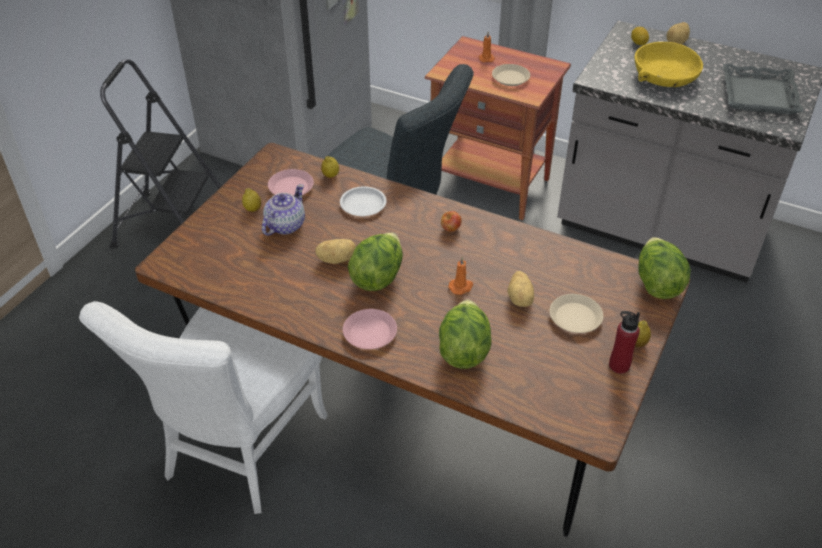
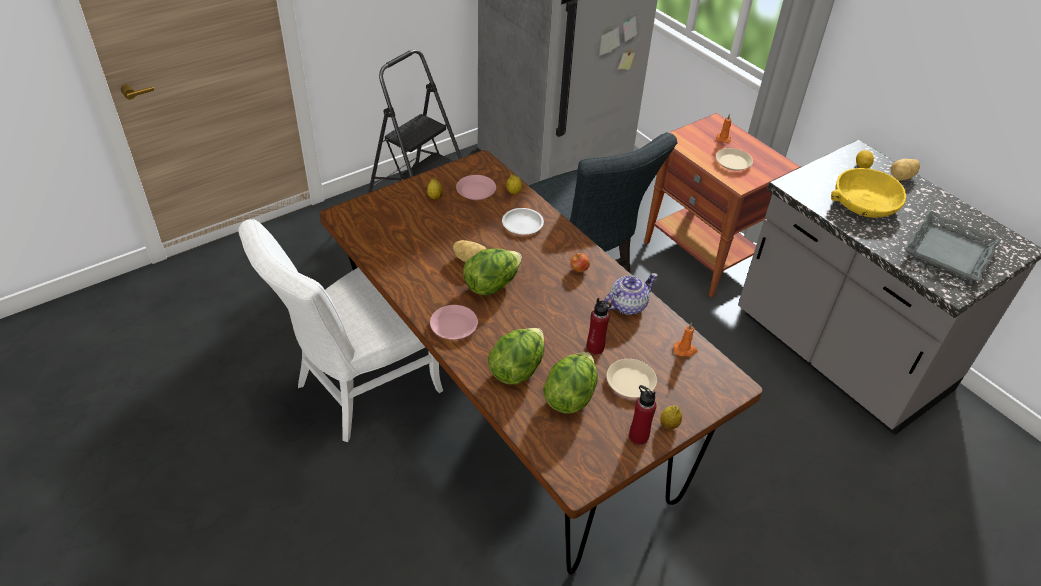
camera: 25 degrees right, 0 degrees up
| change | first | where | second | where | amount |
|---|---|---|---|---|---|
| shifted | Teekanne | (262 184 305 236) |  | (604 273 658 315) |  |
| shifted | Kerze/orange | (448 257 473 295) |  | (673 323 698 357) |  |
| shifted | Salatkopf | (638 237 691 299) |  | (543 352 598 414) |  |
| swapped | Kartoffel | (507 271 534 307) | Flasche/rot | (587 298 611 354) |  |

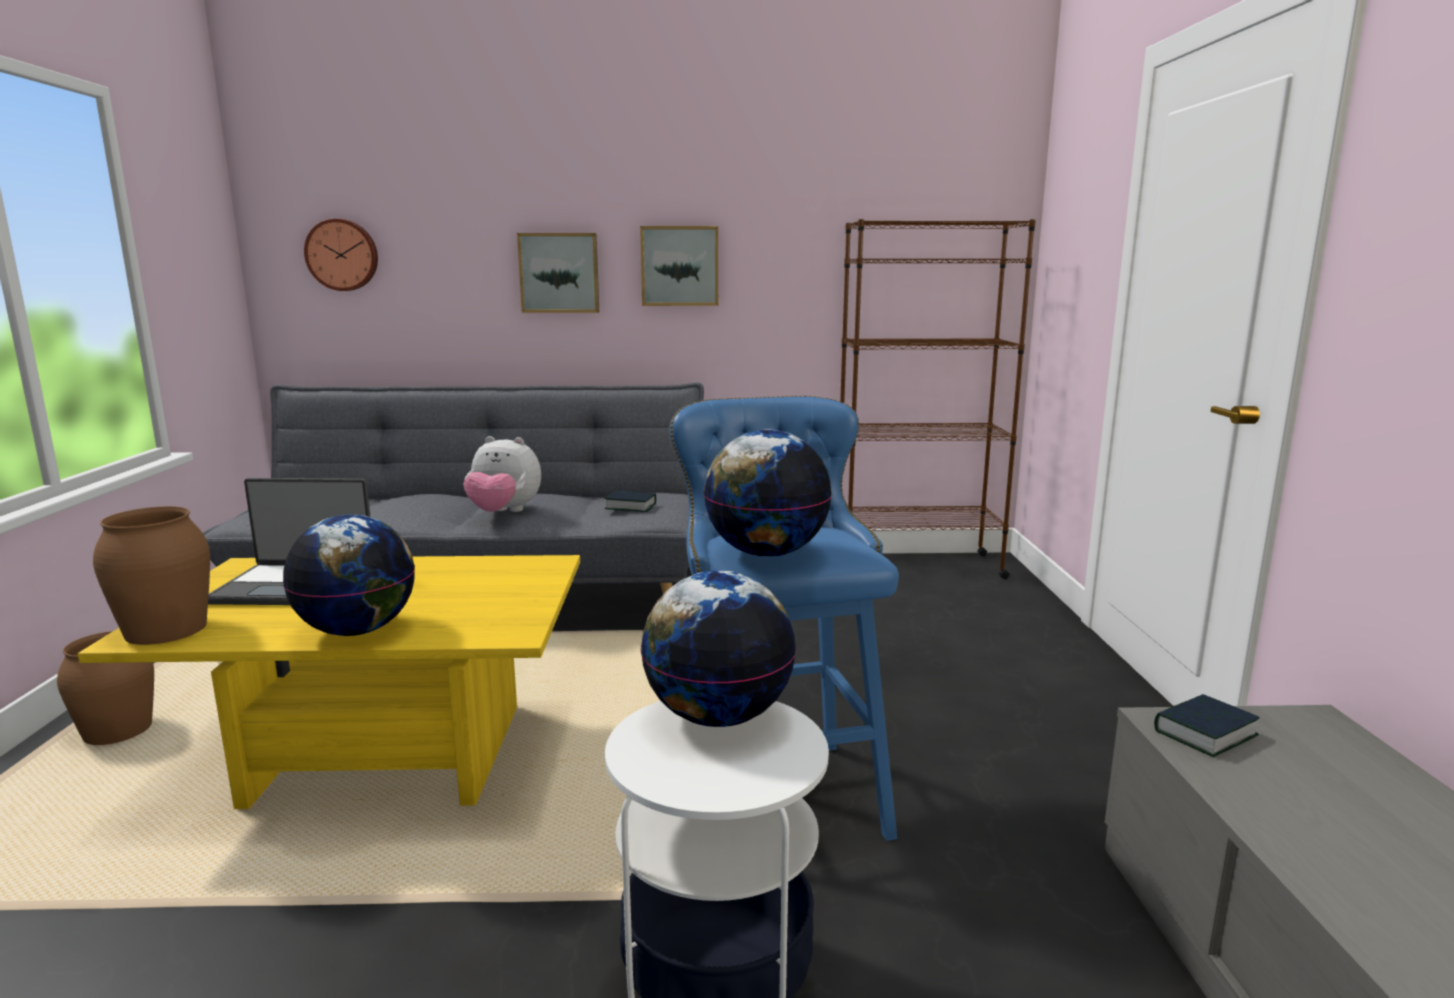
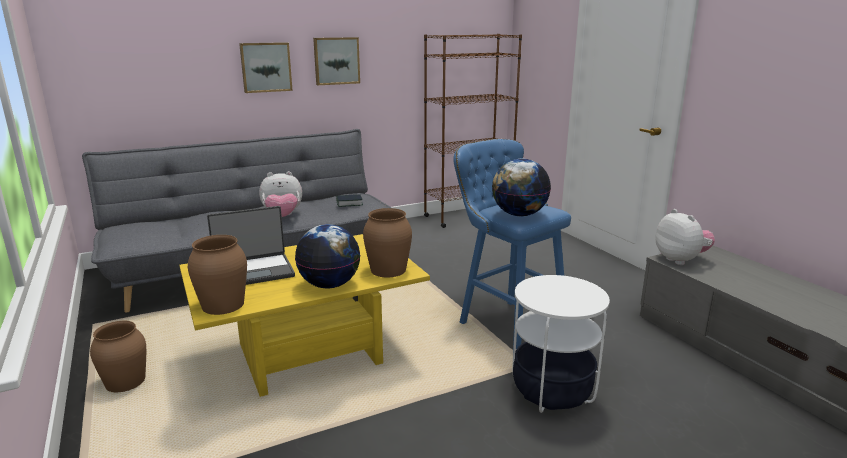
camera: 25 degrees left, 5 degrees up
| change | first | where | second | where | amount |
|---|---|---|---|---|---|
| gone | Wanduhr | (304 219 378 291) |  |  |  |
| gone | Globus | (641 570 796 727) |  |  |  |
| new |  |  | Vase/braun | (363 208 412 277) |  |
| swapped | Buch | (1154 694 1260 757) | Plüschtier | (655 209 715 265) |  |

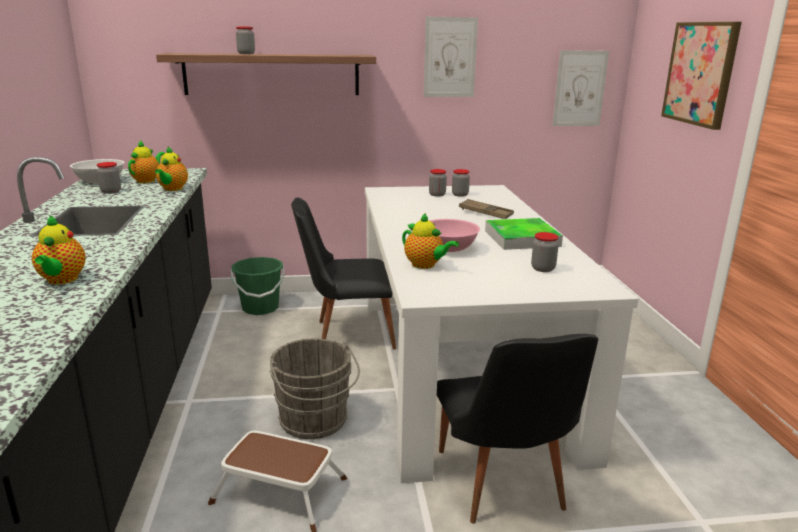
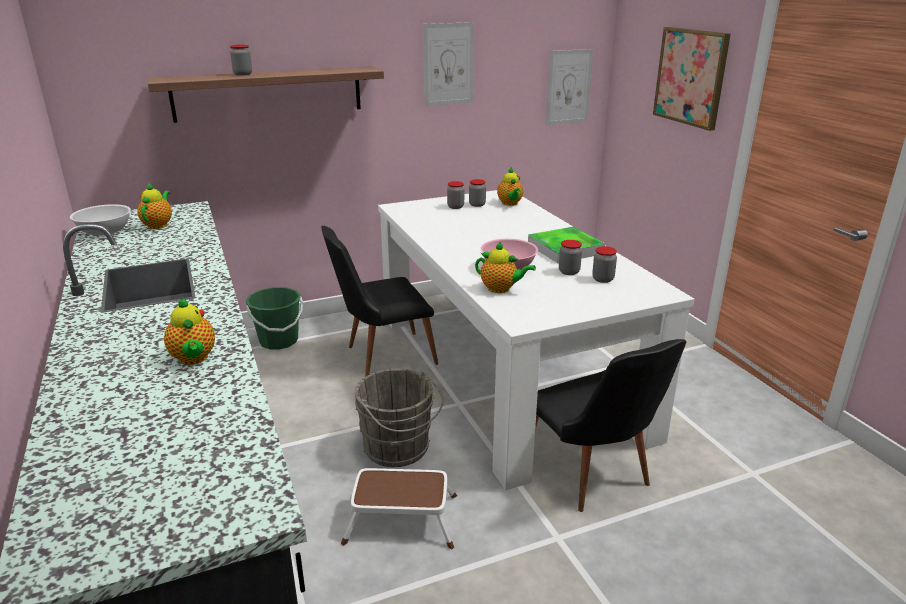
camera: 15 degrees left, 5 degrees up
| change | first | where | second | where | amount |
|---|---|---|---|---|---|
| gone | Tablett/braun | (459 199 514 219) |  |  |  |
| shifted | Vorratsglas | (97 162 121 194) |  | (559 240 582 275) |  |
| shifted | Teekanne | (155 146 188 191) |  | (497 167 523 206) |  |

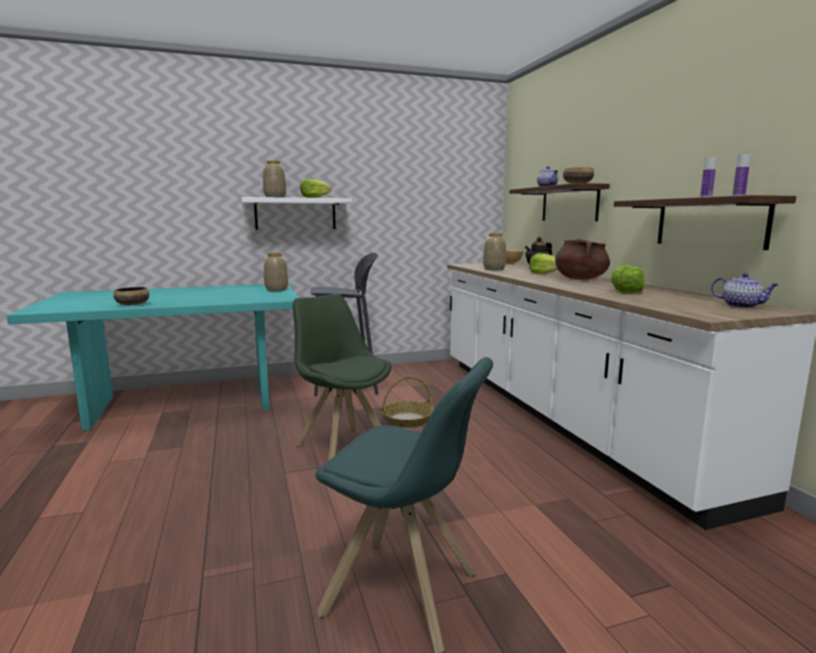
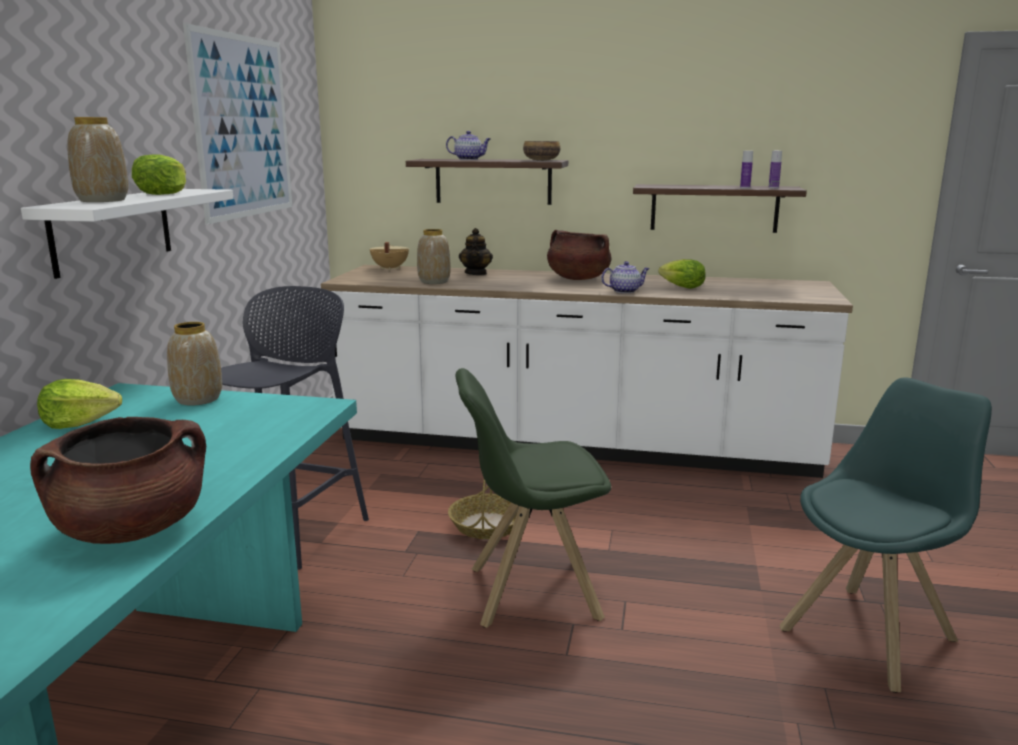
camera: 60 degrees left, 5 degrees up
| change | first | where | second | where | amount |
|---|---|---|---|---|---|
| new |  |  | Bild | (183 23 292 224) |  |
| shifted | Salatkopf | (529 253 558 274) |  | (37 379 122 429) |  |
| shifted | Teekanne | (711 273 779 308) |  | (601 261 650 293) |  |
| swapped | Schüssel | (113 287 149 305) | Kochtopf/braun | (30 417 206 544) |  |

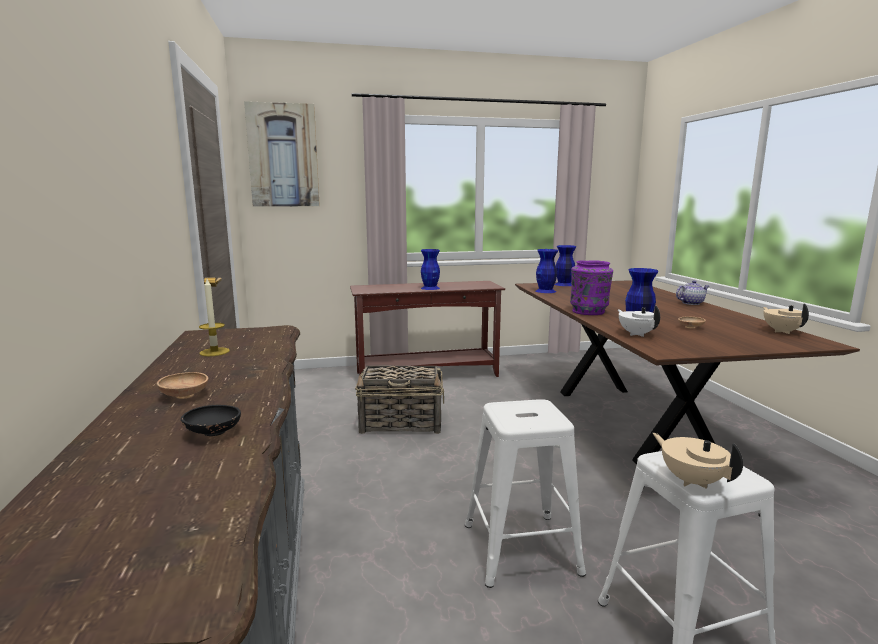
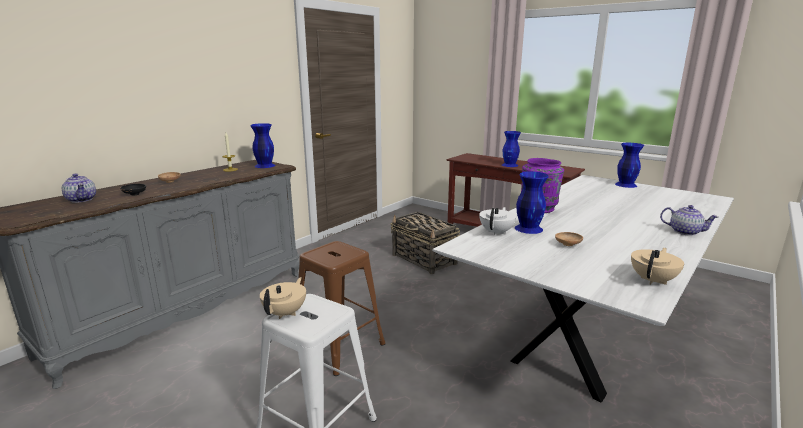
camera: 50 degrees right, 5 degrees up
| change | first | where | second | where | amount |
|---|---|---|---|---|---|
| gone | Bild | (244 101 320 207) |  |  |  |
| new |  |  | Teekanne | (62 173 96 203) |  |
| shifted | Vase/blau | (536 249 558 293) |  | (250 123 276 168) |  |
| repainted | Hocker/weiß | (465 399 586 588) | Hocker/braun | (298 241 386 376) |  |
| repainted | Esstisch/braun | (515 280 860 464) | Esstisch/weiß | (432 175 734 403) |  |

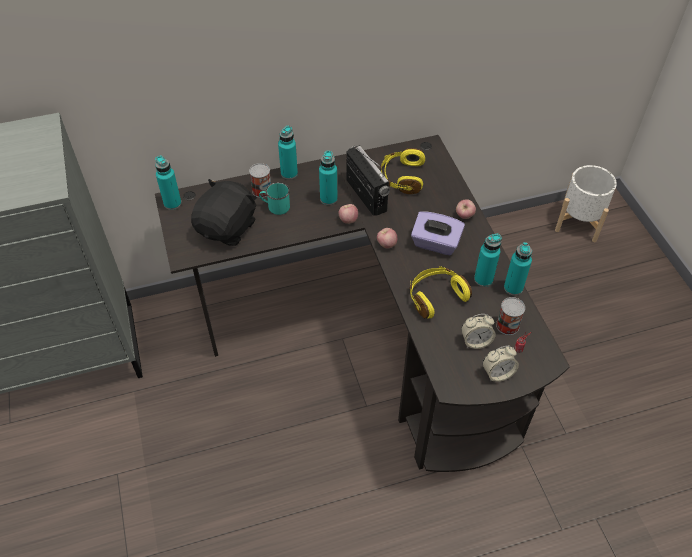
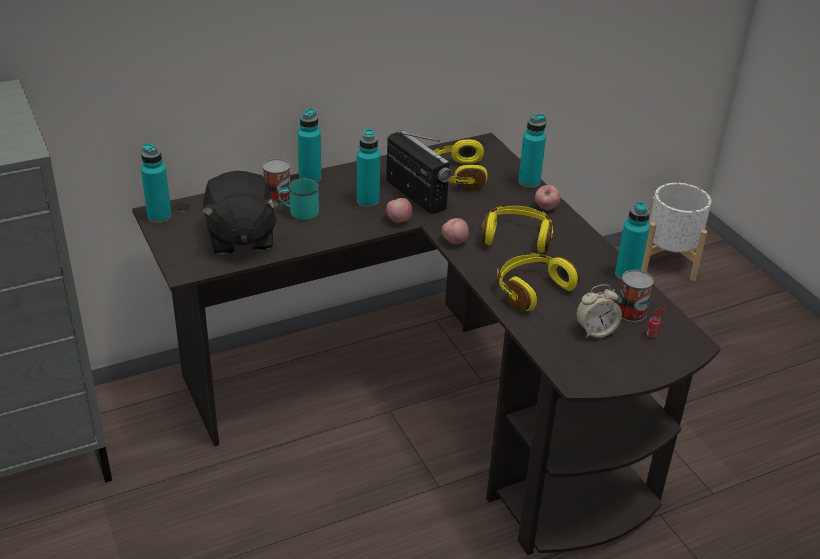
camera: 10 degrees left, 15 degrees down
| change | first | where | second | where | amount |
|---|---|---|---|---|---|
| gone | Wecker | (482 346 519 382) |  |  |  |
| shifted | Flasche/türkis | (474 234 502 287) |  | (518 114 546 188) |  |
| swapped | Taschentuchbox/lila | (411 212 465 255) | Kopfhörer/gelb | (481 206 553 253) |  |
| rotated | Plüschtier/schwarz | (191 179 257 246) |  | (201 171 280 255) | 150 degrees clockwise |

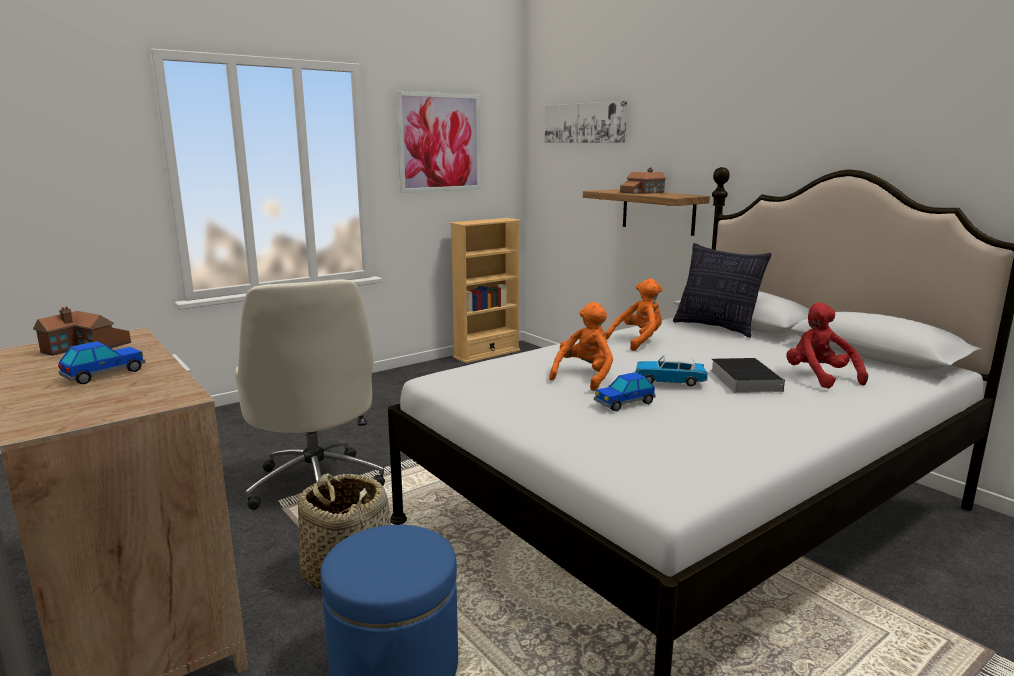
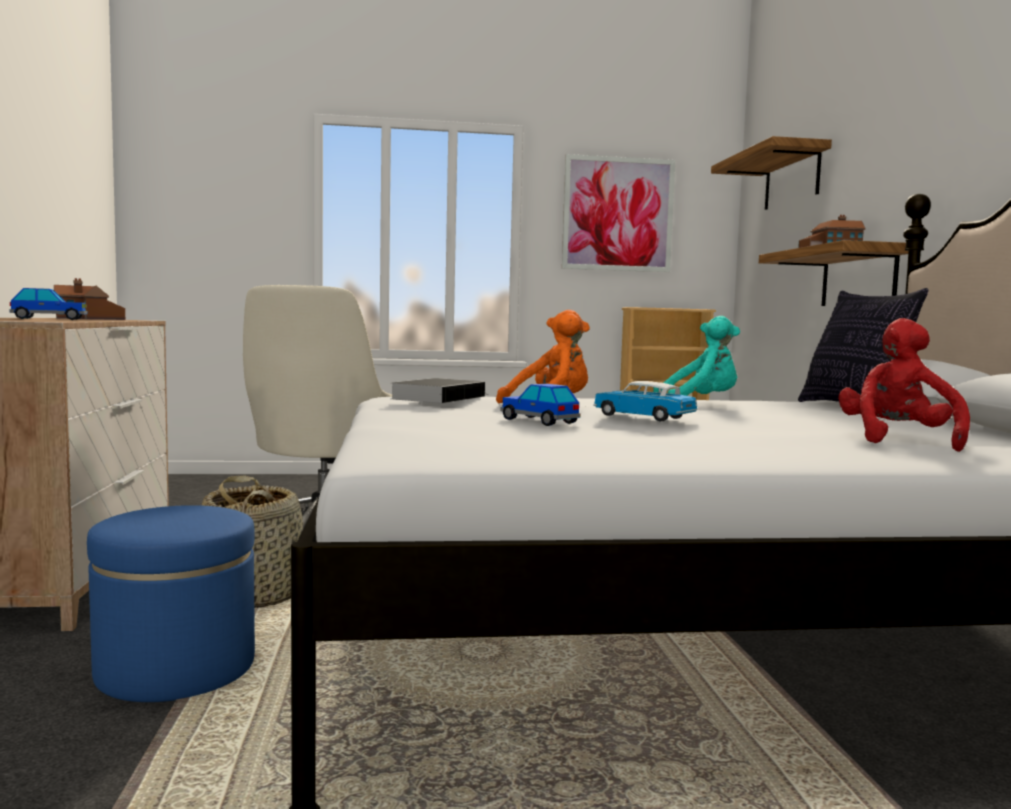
camera: 30 degrees right, 10 degrees down
| change | first | where | second | where | amount |
|---|---|---|---|---|---|
| shifted | Buch | (710 358 785 393) |  | (390 378 487 403) |  |
| swapped | Bild | (545 101 627 143) | Wandregal | (711 136 832 210) |  |
| repainted | Plüschtier/orange | (605 279 663 351) | Plüschtier/türkis | (653 316 740 396) |  |
| rotated | Spielzeugauto | (594 372 656 412) |  | (501 384 581 426) | 45 degrees clockwise |

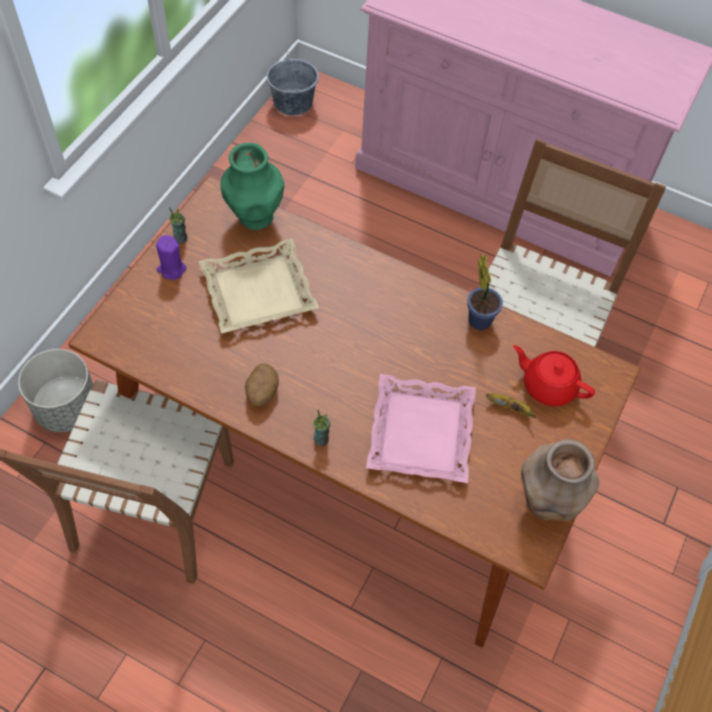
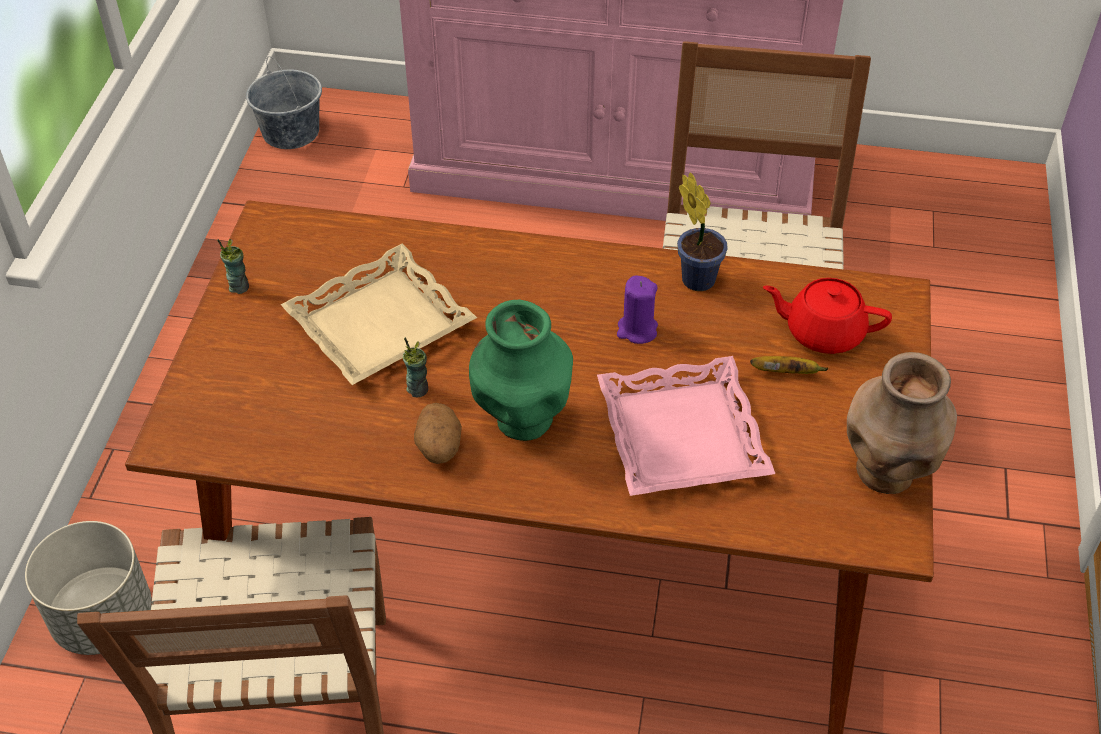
camera: 15 degrees left, 10 degrees down
| change | first | where | second | where | amount |
|---|---|---|---|---|---|
| shifted | Kerze/lila | (156 235 186 280) |  | (617 276 658 344) |  |
| shifted | Vase/grün | (221 142 284 230) |  | (469 300 573 441) |  |
| shifted | Tasse | (313 410 330 446) |  | (403 337 428 397) |  |

